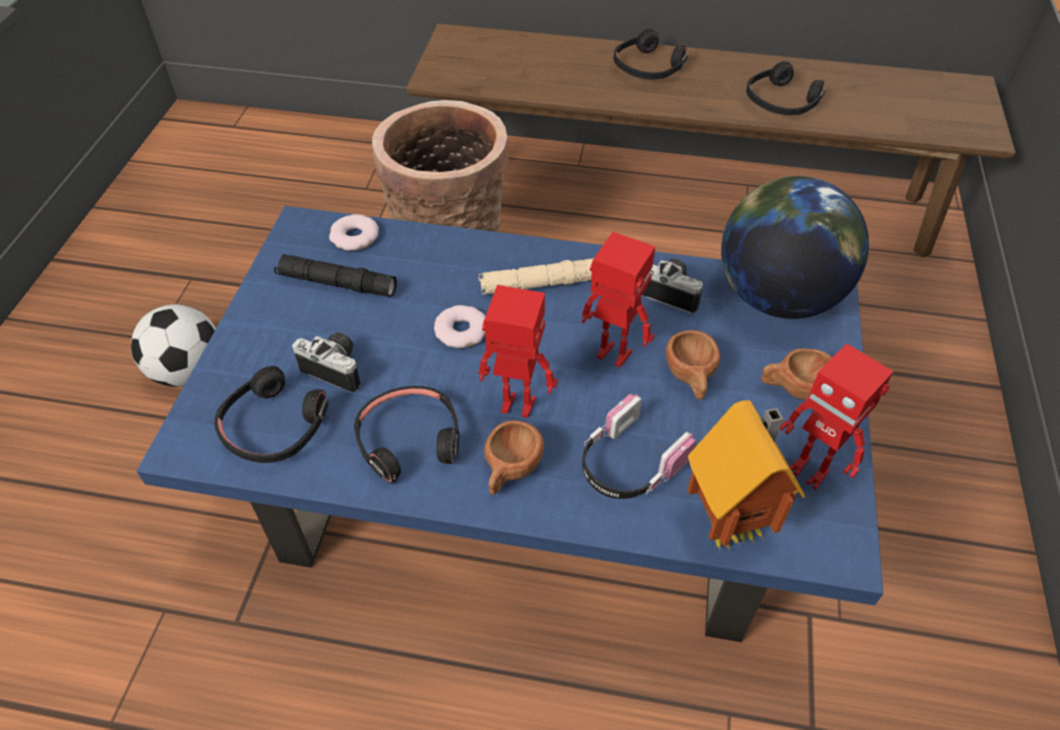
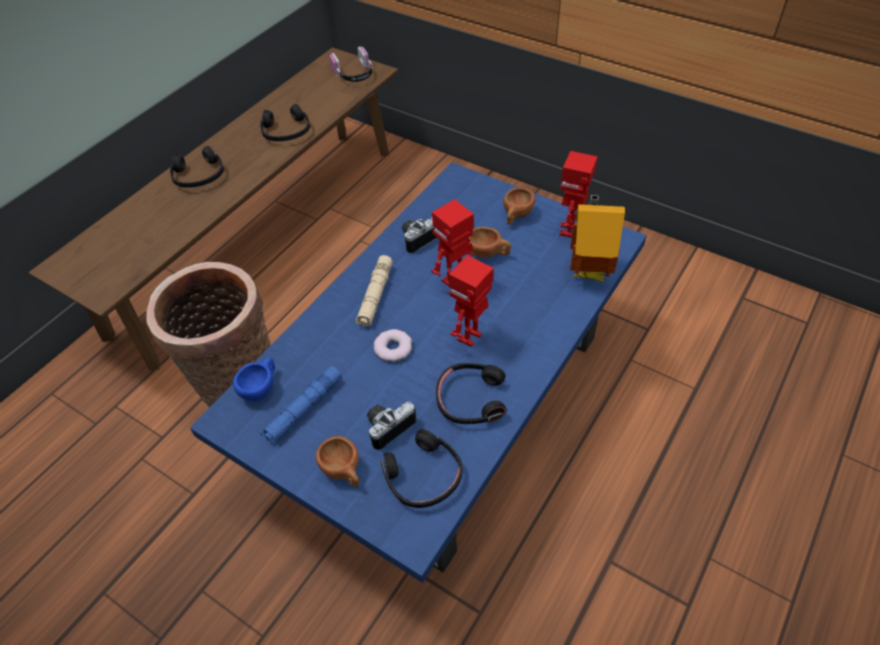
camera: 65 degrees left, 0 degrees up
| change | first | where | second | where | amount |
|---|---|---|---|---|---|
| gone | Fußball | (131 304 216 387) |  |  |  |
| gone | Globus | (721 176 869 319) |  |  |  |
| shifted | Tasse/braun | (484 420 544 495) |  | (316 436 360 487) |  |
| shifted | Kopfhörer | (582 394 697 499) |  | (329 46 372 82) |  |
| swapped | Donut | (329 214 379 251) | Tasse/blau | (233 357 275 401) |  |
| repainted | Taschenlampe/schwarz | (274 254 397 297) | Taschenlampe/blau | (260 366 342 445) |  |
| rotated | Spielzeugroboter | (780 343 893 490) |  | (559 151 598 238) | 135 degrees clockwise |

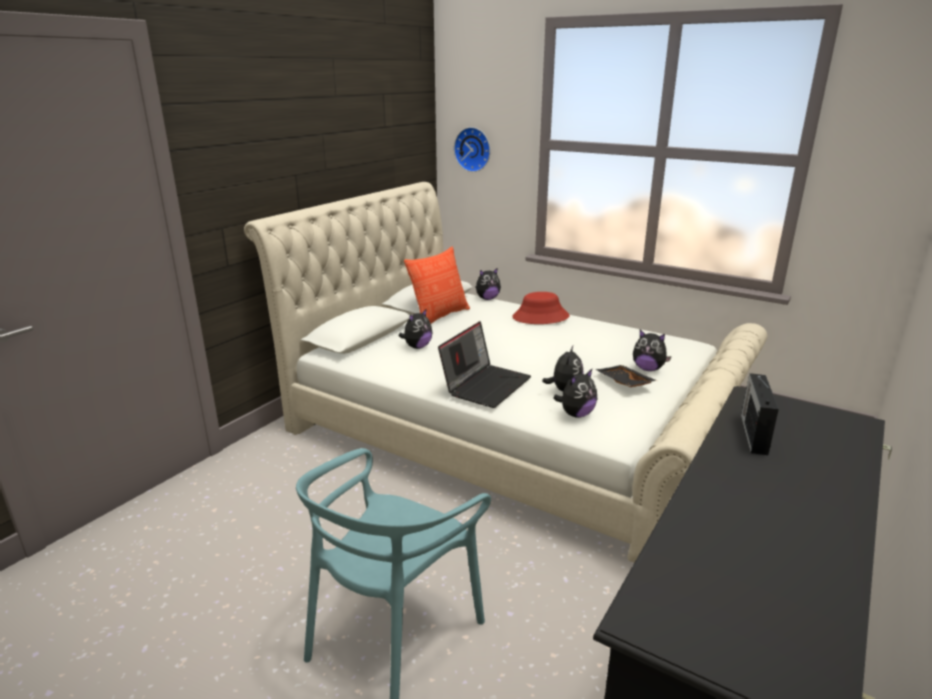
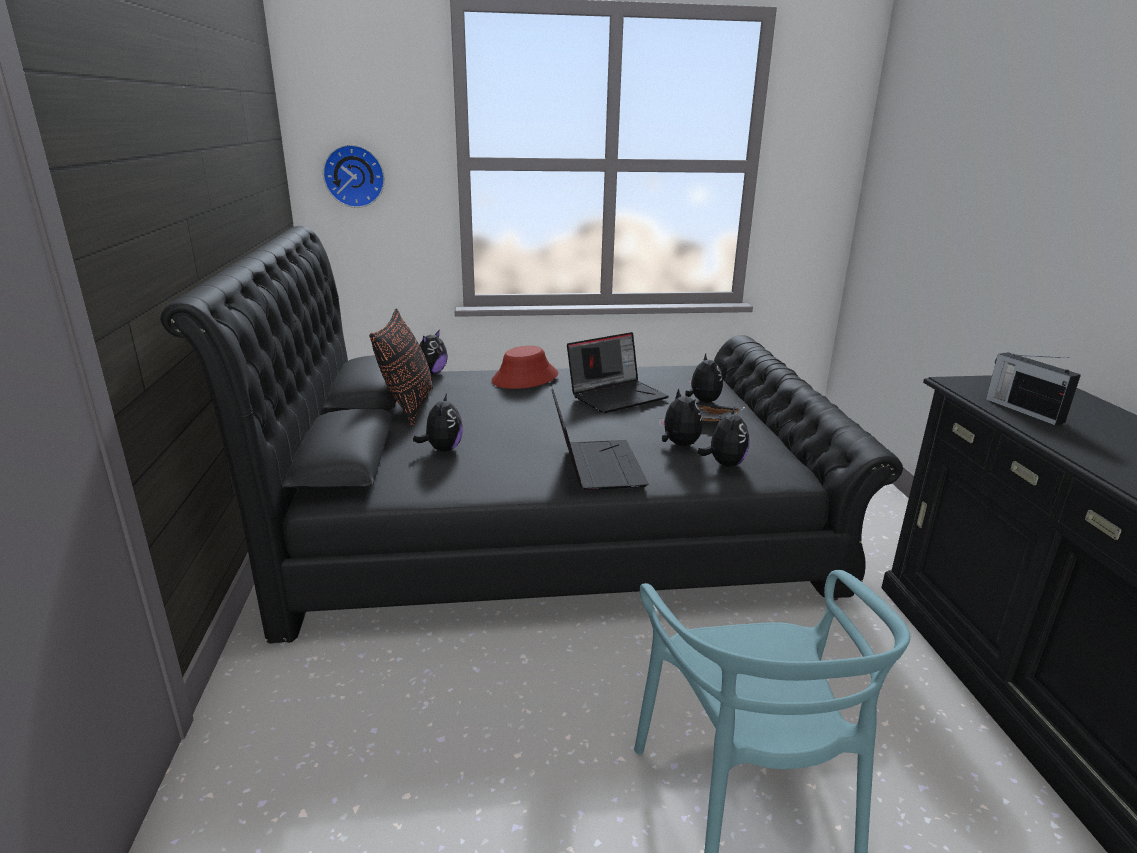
camera: 40 degrees left, 0 degrees up
| change | first | where | second | where | amount |
|---|---|---|---|---|---|
| new |  |  | Laptop | (567 332 668 413) |  |
| repainted | Bett/beige | (244 182 767 563) | Bett/schwarz | (160 226 903 644) |  |
| repainted | Kissen/orange | (404 247 470 324) | Kissen/schwarz | (369 308 433 426) |  |
| rotated | Plüschtier | (633 330 672 371) |  | (685 354 723 403) | 90 degrees counterclockwise |

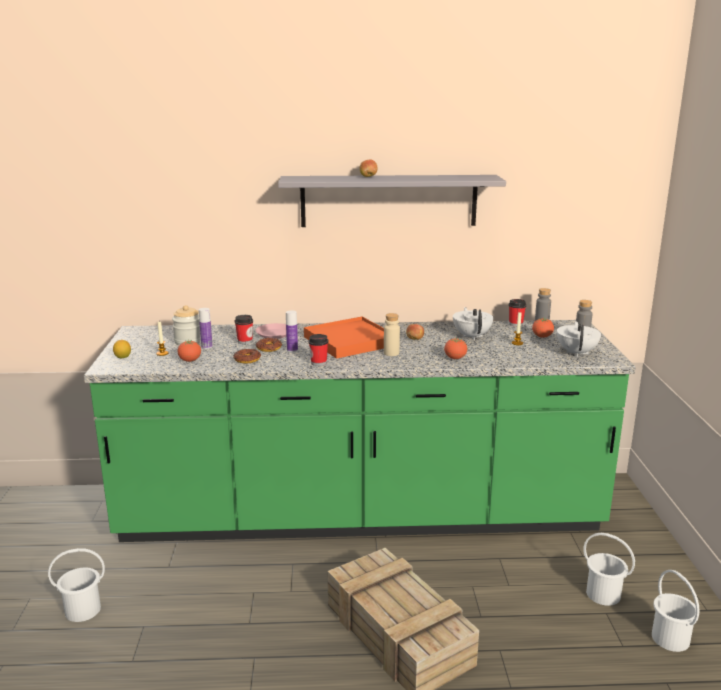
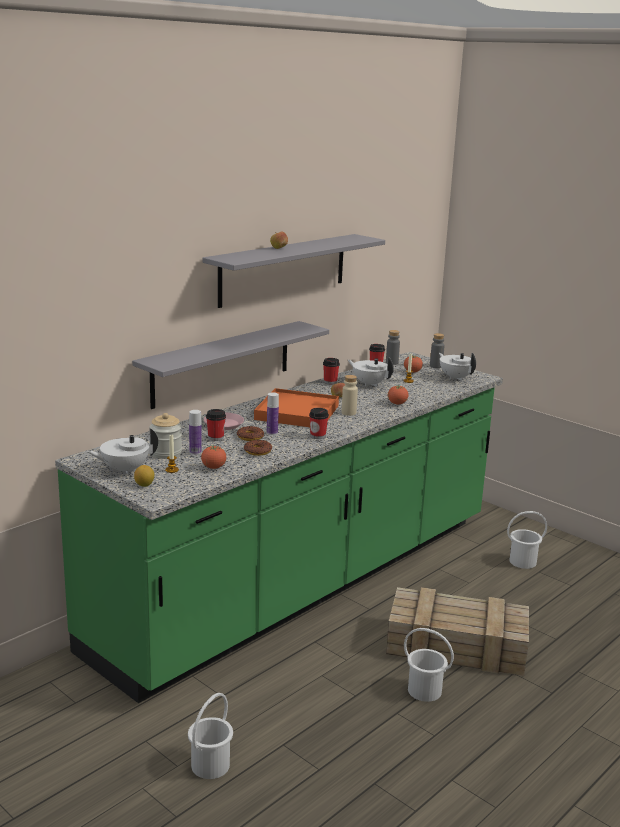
camera: 45 degrees left, 0 degrees up
| change | first | where | second | where | amount |
|---|---|---|---|---|---|
| new |  |  | Teekanne/weiß | (86 428 158 475) |  |
| new |  |  | Wandregal/grau | (132 321 329 409) |  |
| new |  |  | Tasse | (323 358 340 384) |  |
| shifted | Eimer/weiß | (652 570 699 652) |  | (404 628 454 702) |  |

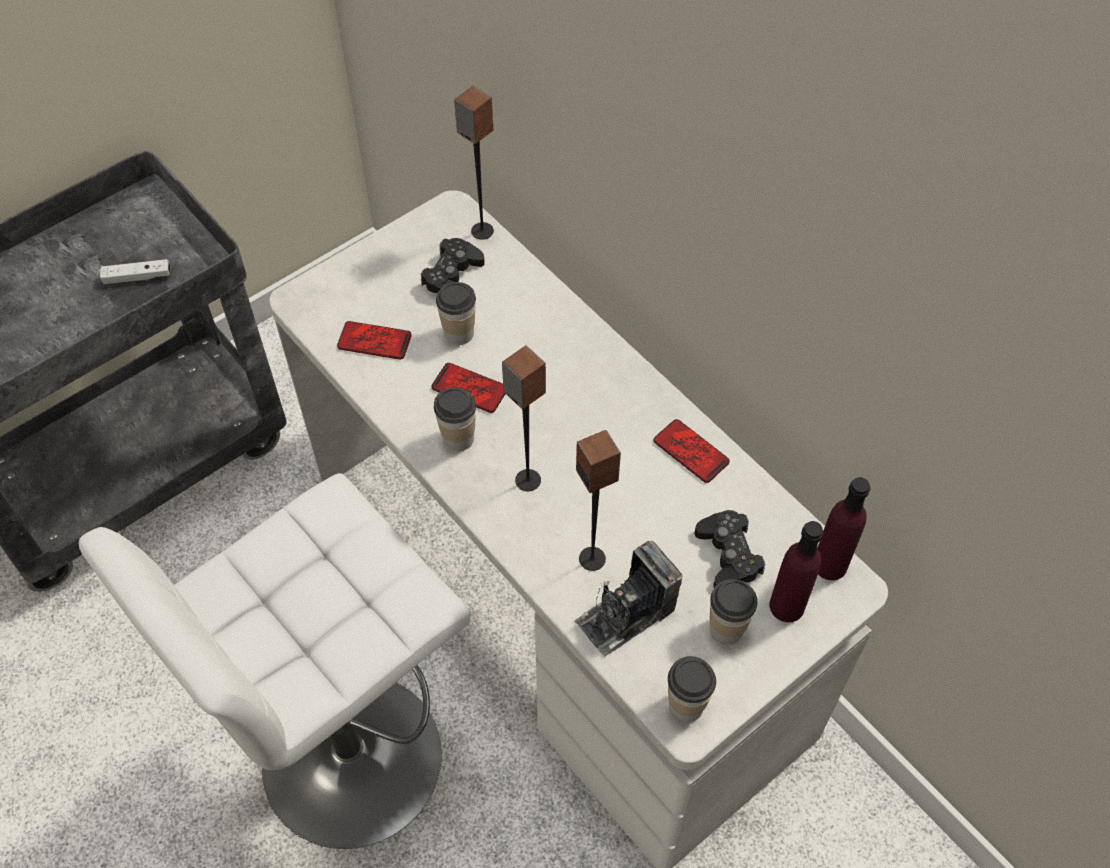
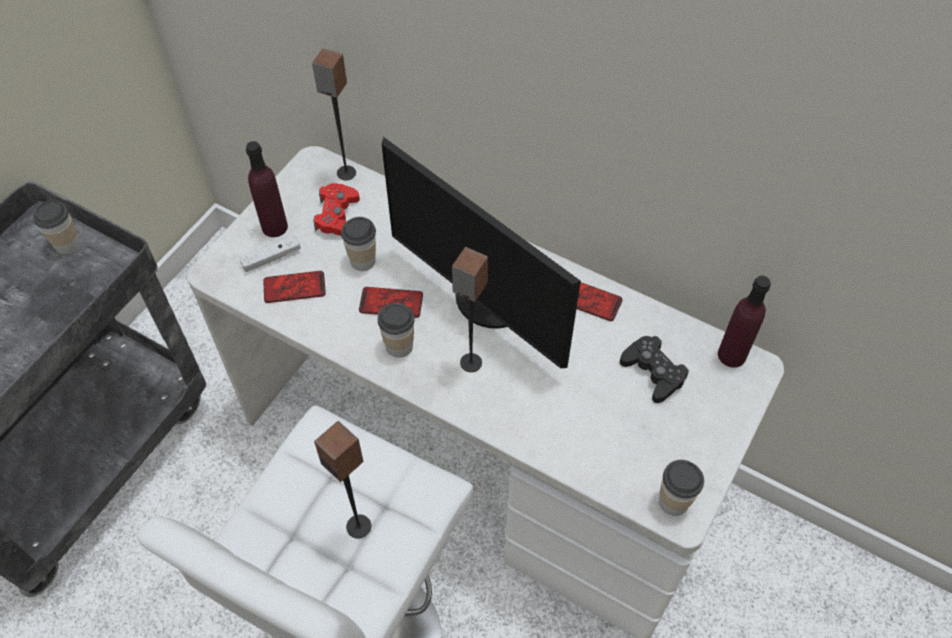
camera: 20 degrees left, 0 degrees up
| change | first | where | second | where | amount |
|---|---|---|---|---|---|
| gone | Kamera | (574 540 682 657) |  |  |  |
| new |  |  | Monitor | (382 137 581 368) |  |
| shifted | Gamepad/weiß | (100 259 170 284) |  | (239 235 301 272) |  |
| shifted | Lautsprecher | (576 430 621 571) |  | (314 420 371 539) |  |
| shifted | Tasse | (710 579 757 644) |  | (33 200 80 254) |  |
| shifted | Flasche/lila | (769 521 823 622) |  | (246 141 288 237) |  |
| repainted | Gamepad/schwarz | (421 238 485 293) | Gamepad/rot | (313 183 360 236) |  |

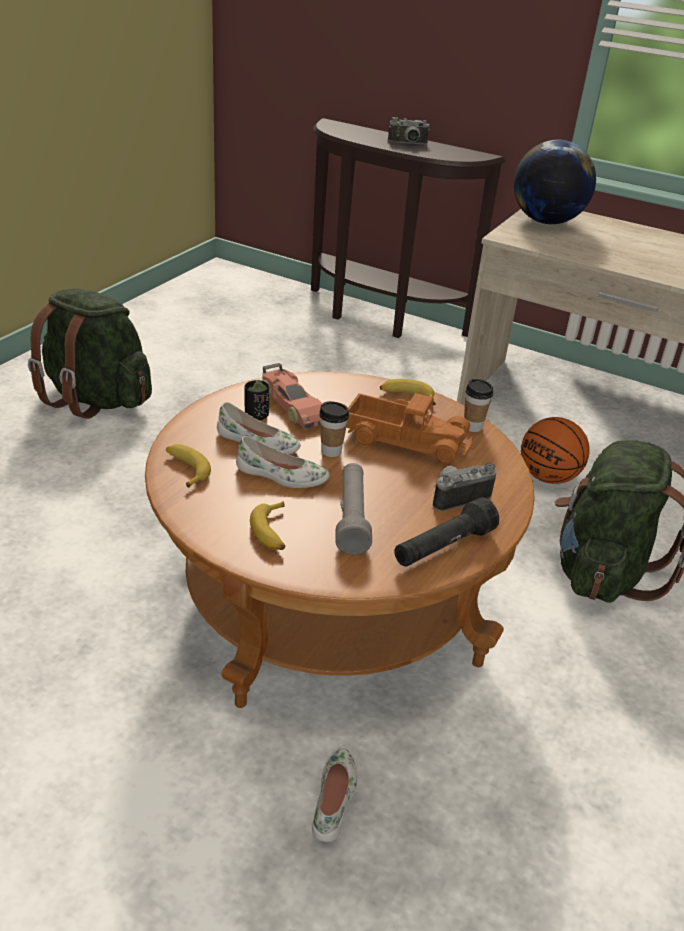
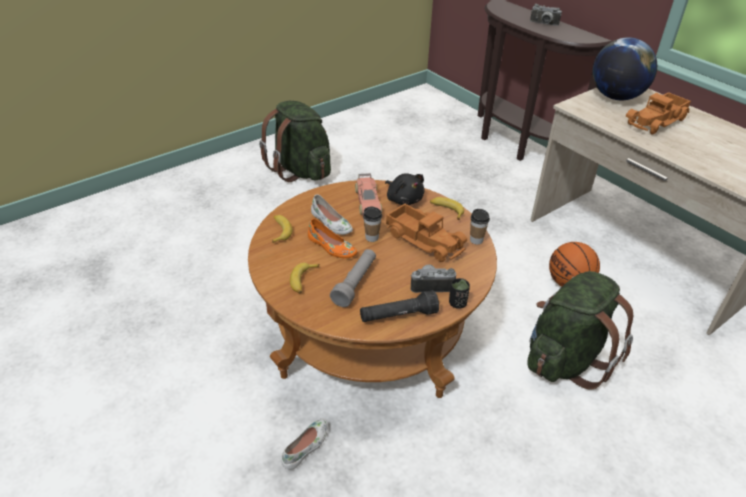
camera: 25 degrees right, 5 degrees up
| change | first | where | second | where | amount |
|---|---|---|---|---|---|
| new |  |  | Plüschtier/schwarz | (385 173 425 205) |  |
| new |  |  | Spielzeuglaster | (626 92 691 135) |  |
| shifted | Tasse/schwarz | (245 380 269 420) |  | (449 278 470 309) |  |
| repainted | Schuh/weiß | (236 436 330 488) | Schuh/orange | (308 219 357 258) |  |

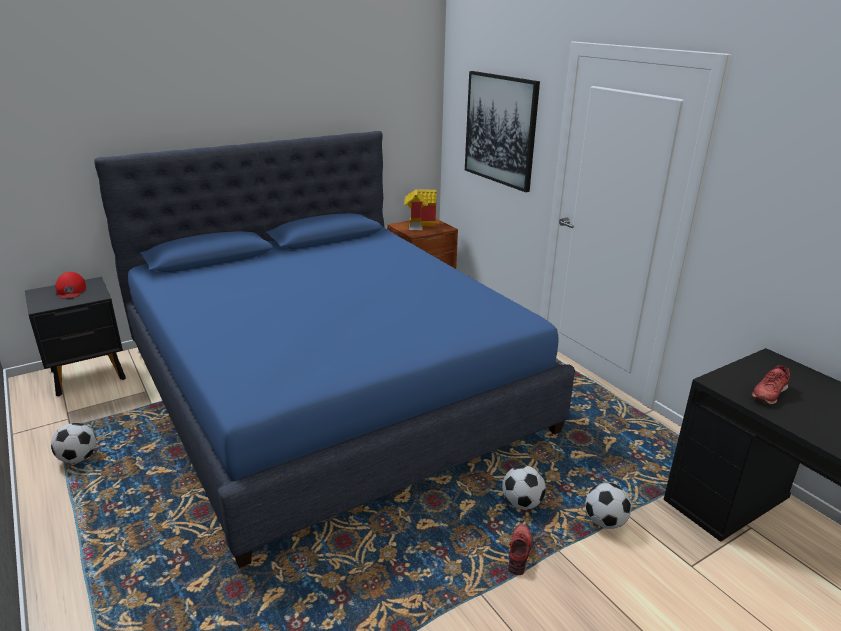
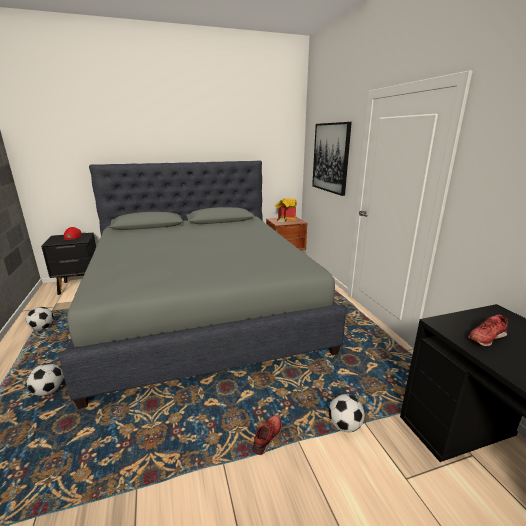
camera: 15 degrees right, 5 degrees down
| change | first | where | second | where | amount |
|---|---|---|---|---|---|
| shifted | Fußball | (502 465 546 510) |  | (27 363 64 396) |  |
| repainted | Bett/blau | (94 131 575 568) | Bett/grau | (59 161 347 409) |  |

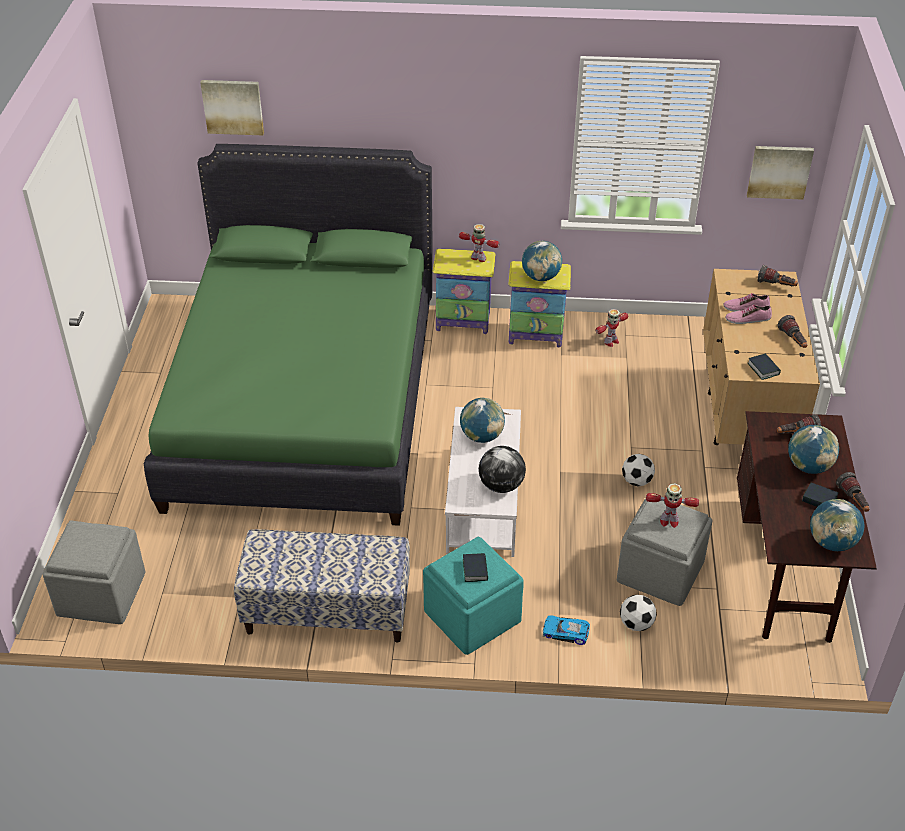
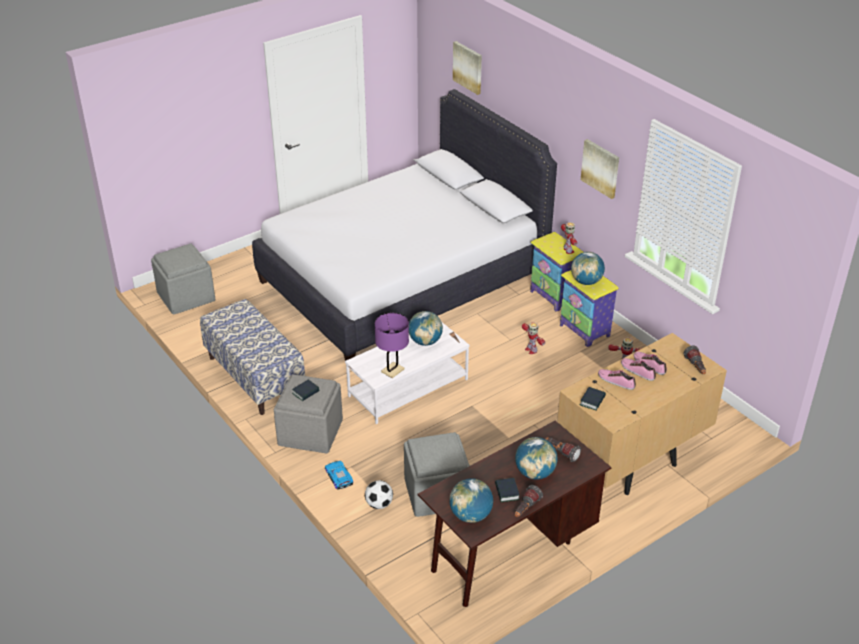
camera: 50 degrees right, 5 degrees down
| change | first | where | second | where | amount |
|---|---|---|---|---|---|
| gone | Fußball | (622 454 655 486) |  |  |  |
| gone | Taschenlampe | (778 315 807 348) |  |  |  |
| new |  |  | Schuh | (598 369 636 390) |  |
| shifted | Spielzeugroboter | (646 483 699 528) |  | (522 322 545 354) |  |
| shifted | Bild | (747 146 814 200) |  | (581 139 619 199) |  |
| swapped | Globus | (479 446 526 493) | Tischlampe/lila | (375 313 409 378) |  |
| repainted | Bett/grün | (144 144 433 526) | Bett/weiß | (252 89 557 361) |  |
| repainted | Polsterhocker/türkis | (423 537 524 655) | Polsterhocker/grau | (274 374 343 453) |  |

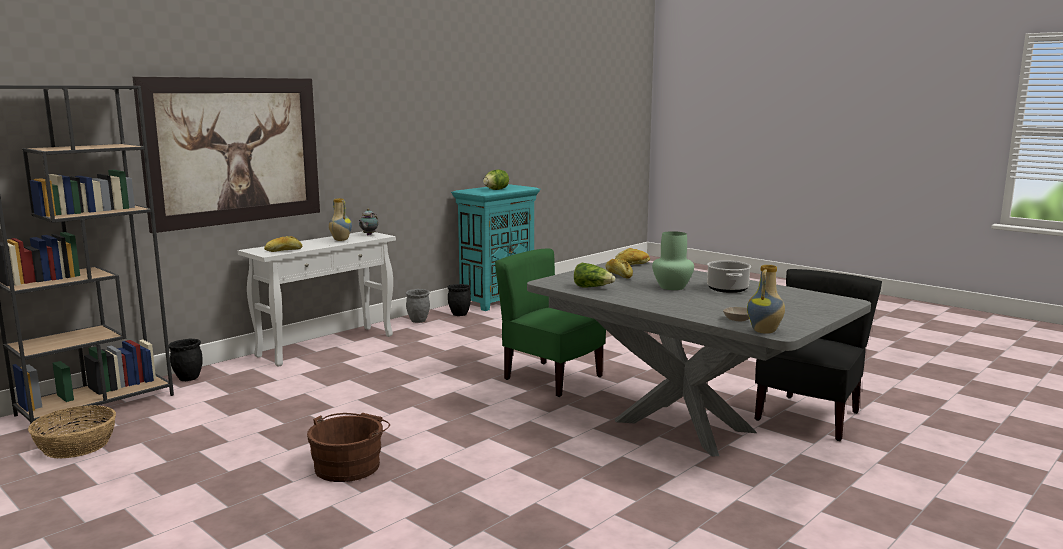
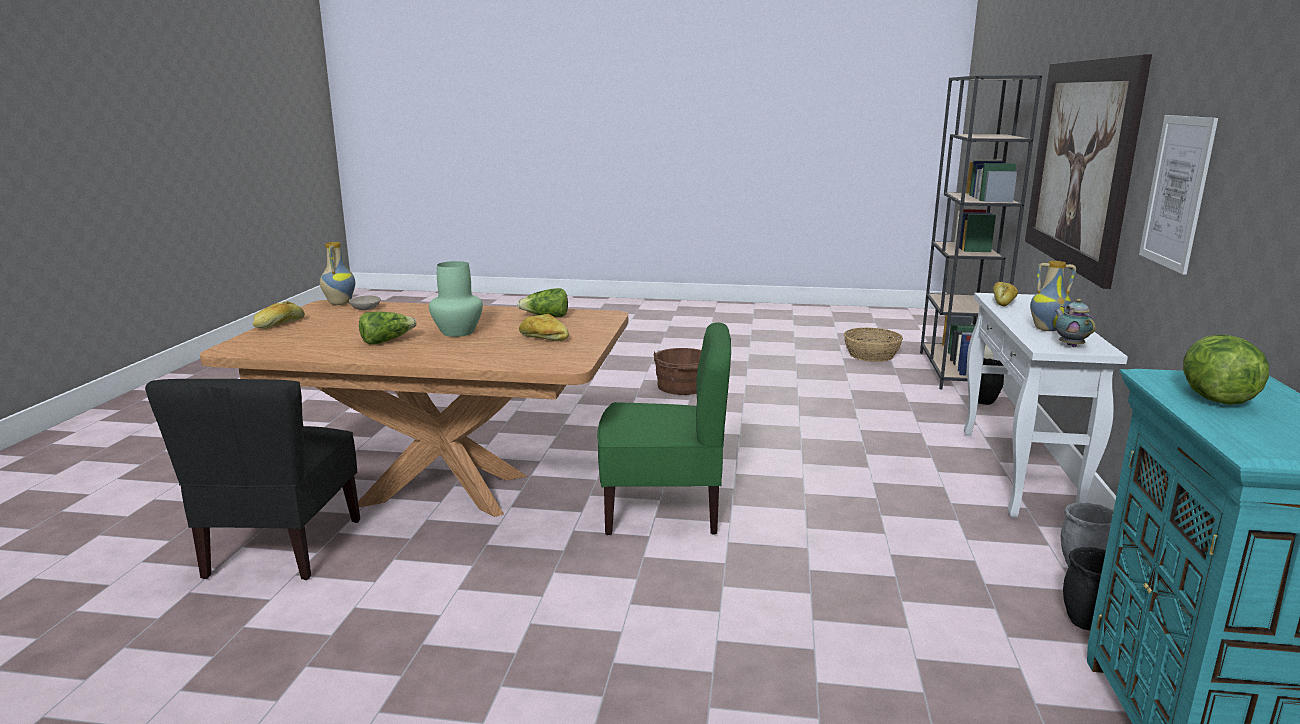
camera: 145 degrees right, 5 degrees up
| change | first | where | second | where | amount |
|---|---|---|---|---|---|
| new |  |  | Bild | (1139 115 1218 275) |  |
| shifted | Brot | (615 248 650 265) |  | (253 301 305 329) |  |
| swapped | Kochtopf | (707 260 751 293) | Salatkopf | (359 312 417 345) |  |
| repainted | Esstisch/grau | (527 262 871 456) | Esstisch/braun | (200 300 628 517) |  |

